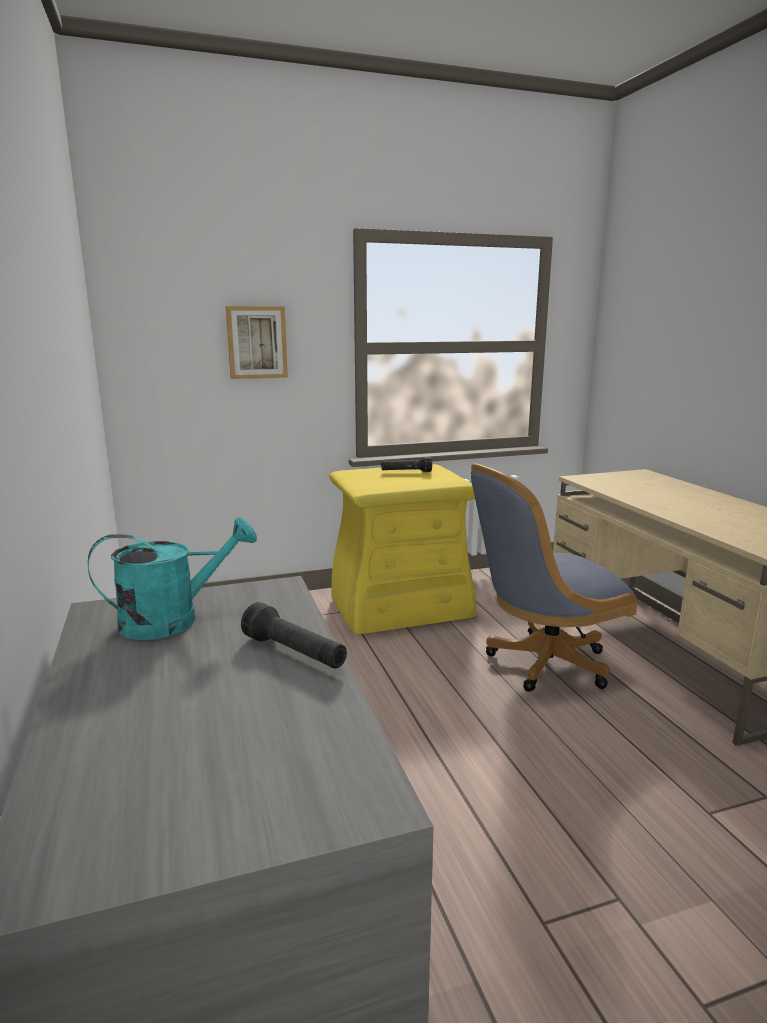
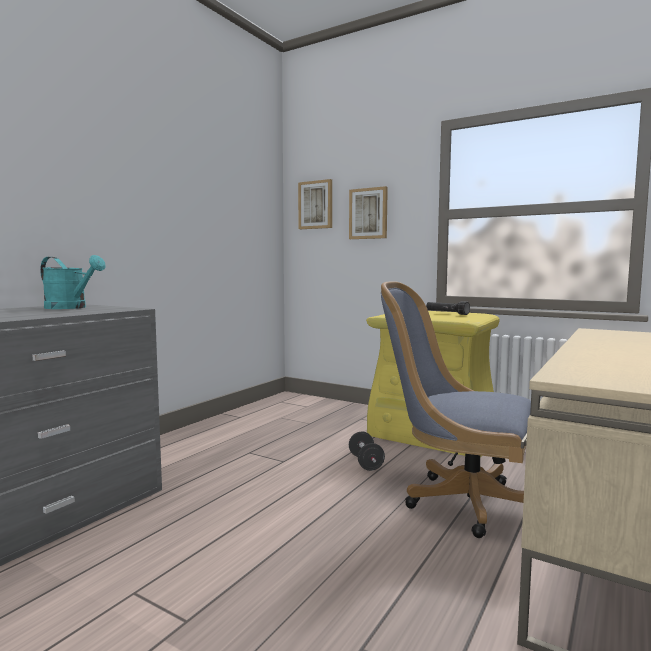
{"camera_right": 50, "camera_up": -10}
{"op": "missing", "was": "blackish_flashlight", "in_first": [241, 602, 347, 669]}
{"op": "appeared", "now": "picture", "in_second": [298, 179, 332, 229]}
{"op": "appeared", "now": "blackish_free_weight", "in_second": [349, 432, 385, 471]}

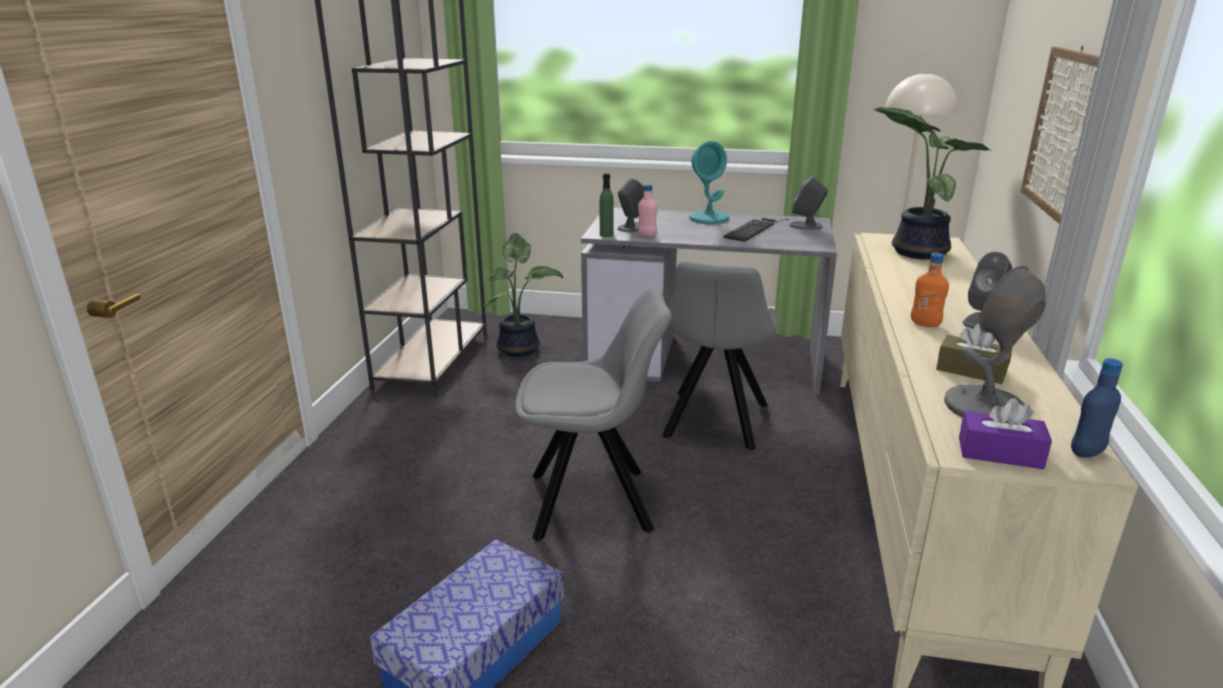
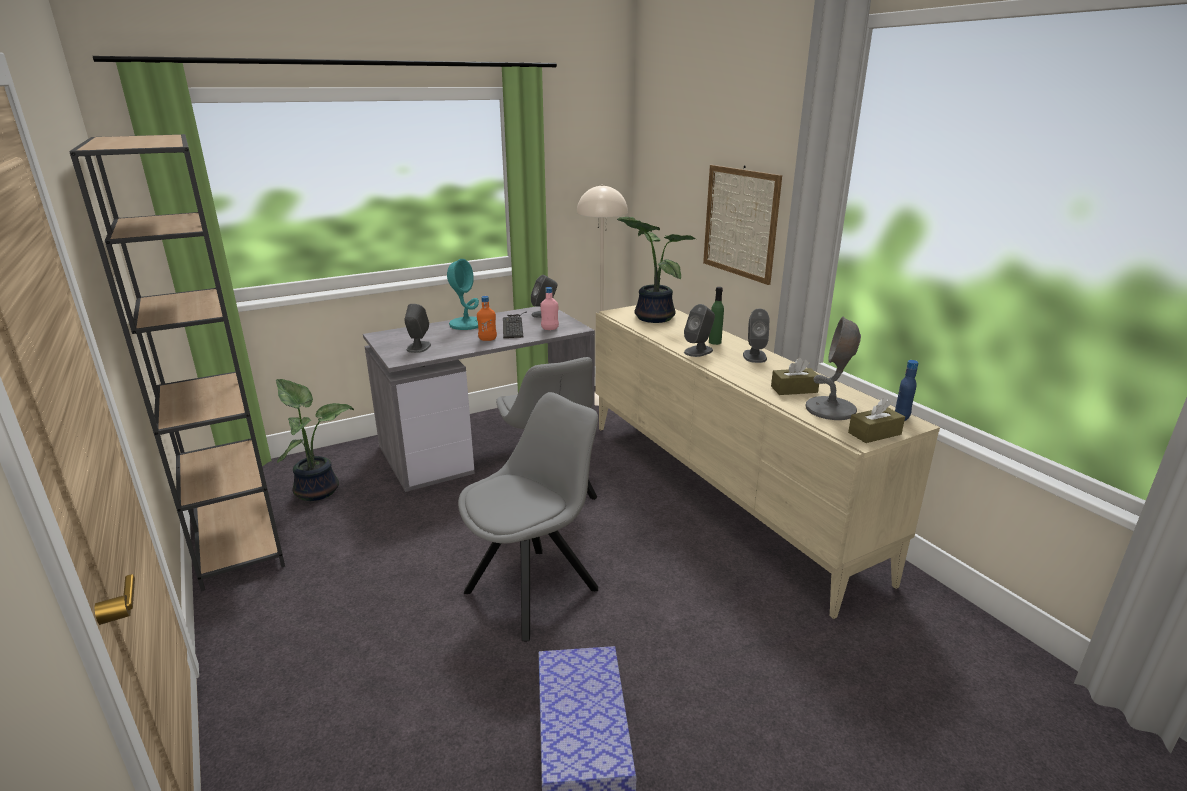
{"camera_right": -40, "camera_up": 0}
{"op": "relocated", "was": "greenish_beverage_bottle", "in_first": [600, 173, 614, 237], "in_second": [709, 287, 724, 345]}
{"op": "relocated", "was": "pink-coloured_beverage_bottle", "in_first": [638, 184, 657, 237], "in_second": [540, 287, 559, 330]}
{"op": "relocated", "was": "orangey_beverage_bottle", "in_first": [911, 253, 949, 327], "in_second": [477, 296, 497, 341]}
{"op": "colour", "was": "purplish_tissue_holder", "now": "brown-coloured_tissue_holder", "in_first": [959, 398, 1052, 469], "in_second": [848, 398, 905, 443]}
{"op": "appeared", "now": "greyish_speaker", "in_second": [684, 304, 715, 357]}

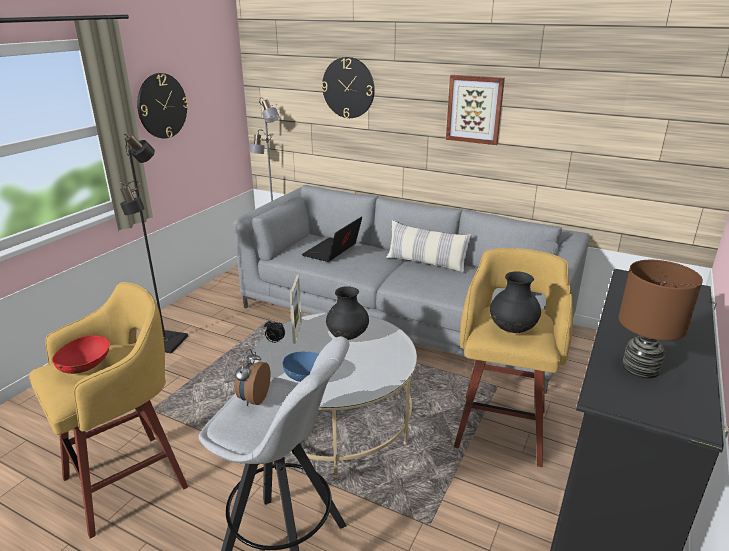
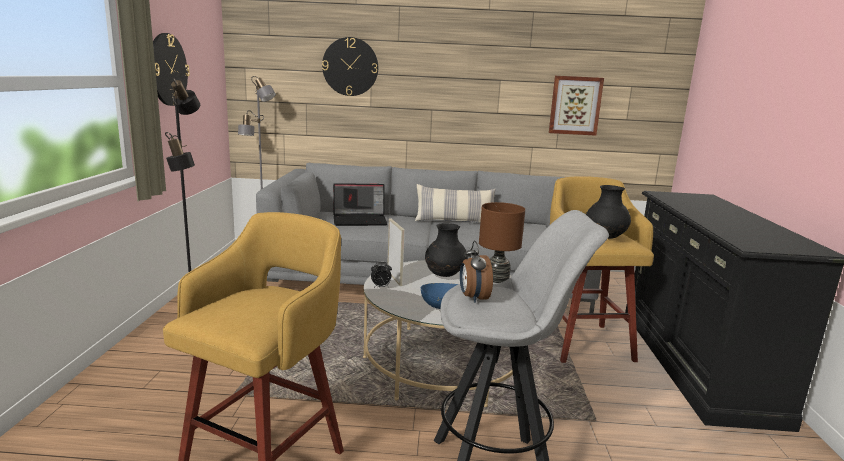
{"camera_right": -25, "camera_up": -10}
{"op": "missing", "was": "red-coloured_bowl", "in_first": [52, 335, 110, 374]}
{"op": "spun", "was": "laptop", "in_first": [302, 216, 362, 262], "in_second": [333, 183, 388, 226], "clockwise": -105}
{"op": "relocated", "was": "picture", "in_first": [446, 75, 505, 145], "in_second": [549, 76, 604, 136]}
{"op": "relocated", "was": "brown-coloured_table_lamp", "in_first": [618, 260, 703, 378], "in_second": [479, 202, 525, 283]}

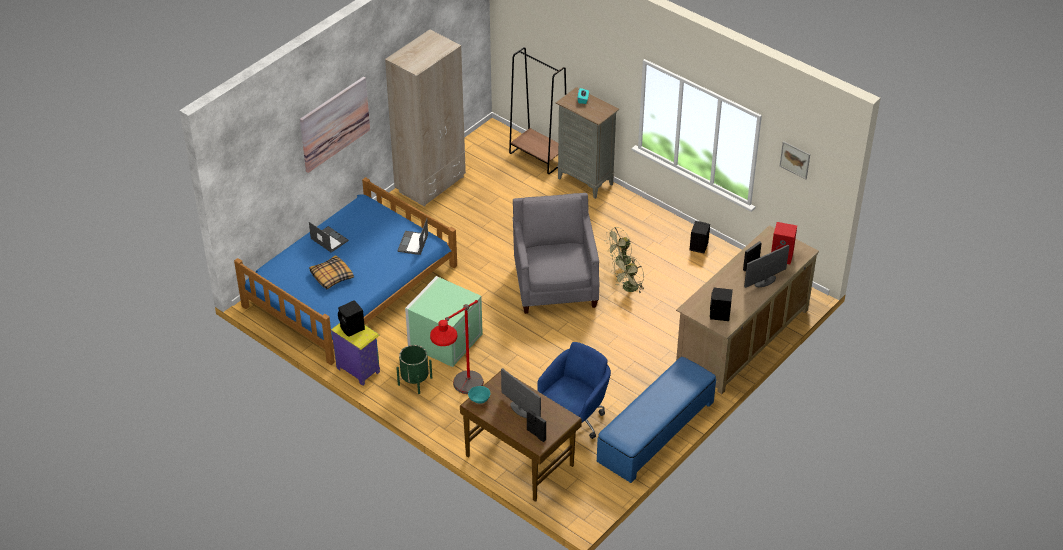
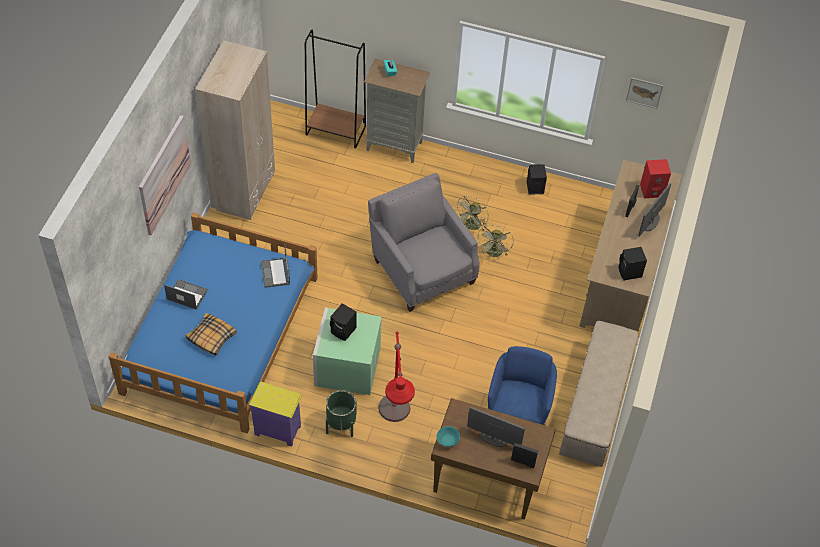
{"camera_right": -25, "camera_up": 10}
{"op": "relocated", "was": "blackish_speaker", "in_first": [338, 300, 365, 337], "in_second": [330, 303, 357, 341]}
{"op": "colour", "was": "blue-coloured_long_seat", "now": "beige_long_seat", "in_first": [597, 357, 716, 483], "in_second": [559, 321, 638, 467]}

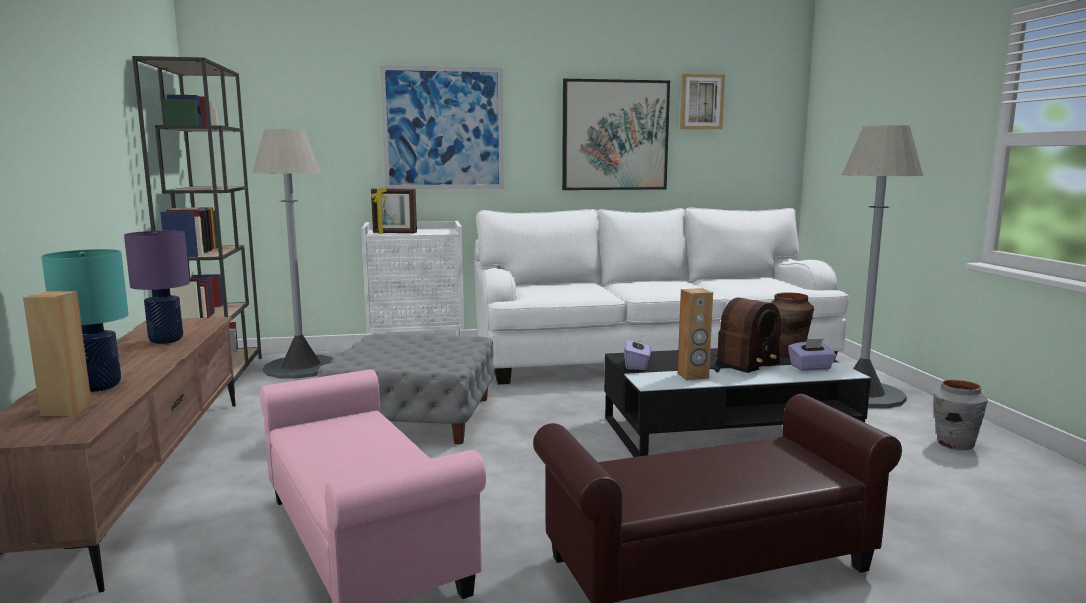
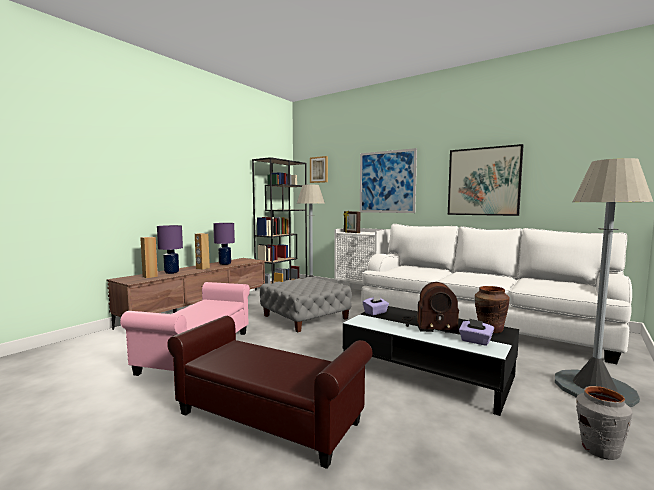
{"camera_right": 45, "camera_up": -5}
{"op": "colour", "was": "turquoise_table_lamp", "now": "purplish_table_lamp", "in_first": [41, 249, 129, 392], "in_second": [157, 225, 183, 274]}
{"op": "relocated", "was": "brown-coloured_speaker", "in_first": [678, 288, 713, 380], "in_second": [195, 233, 210, 270]}
{"op": "relocated", "was": "picture", "in_first": [680, 74, 725, 129], "in_second": [310, 156, 328, 183]}

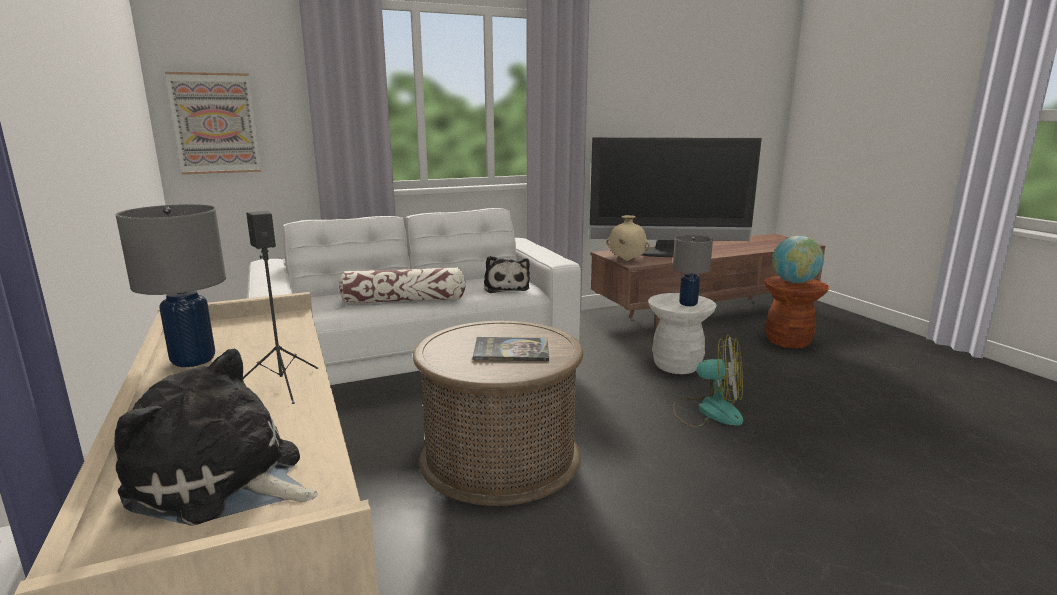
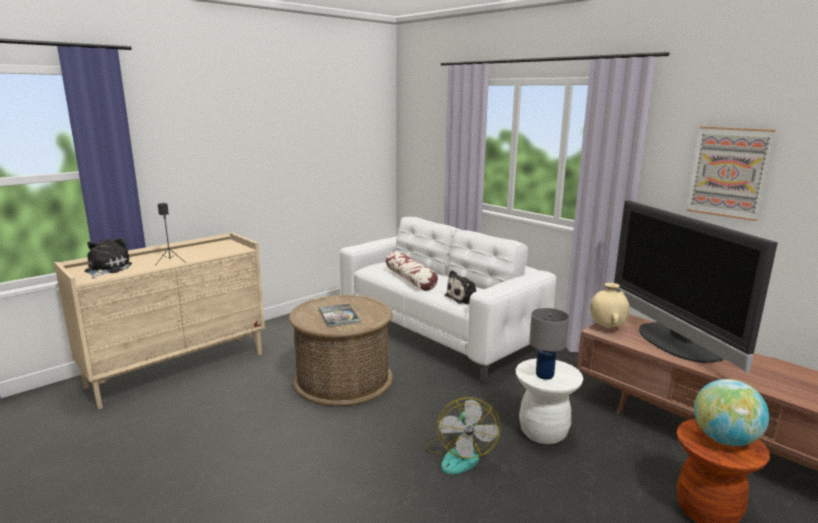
{"camera_right": 70, "camera_up": 0}
{"op": "missing", "was": "greyish_table_lamp", "in_first": [115, 204, 226, 367]}
{"op": "relocated", "was": "picture", "in_first": [165, 72, 261, 174], "in_second": [686, 126, 776, 221]}

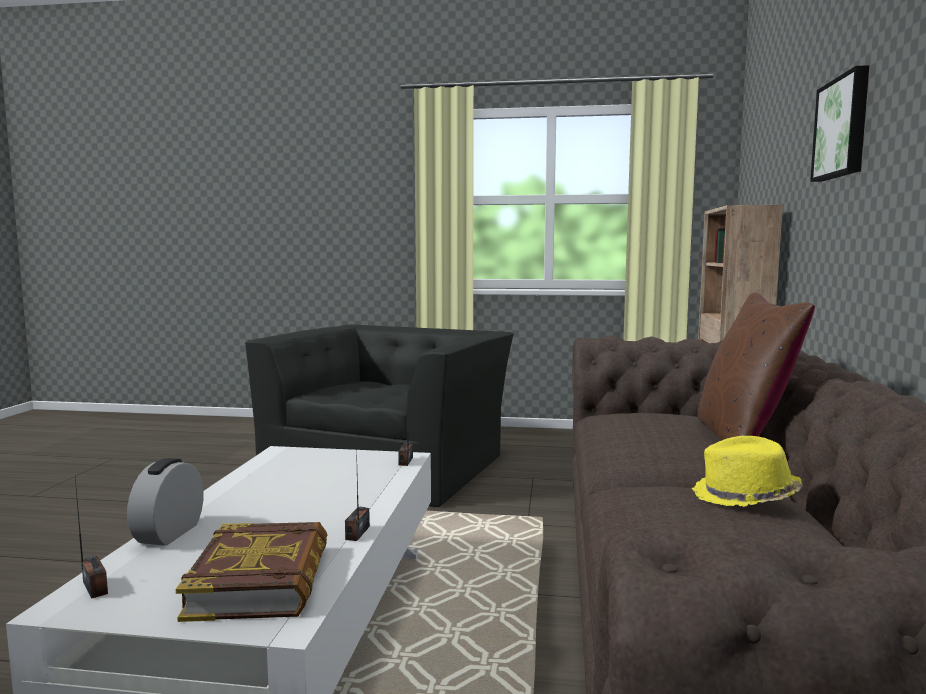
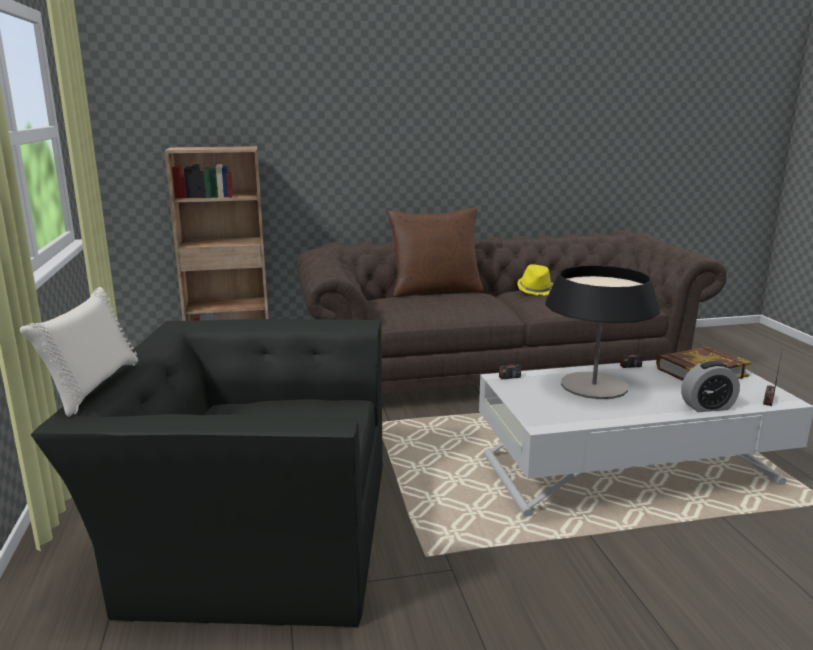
{"camera_right": -110, "camera_up": 10}
{"op": "missing", "was": "picture", "in_first": [810, 65, 869, 182]}
{"op": "appeared", "now": "whitish_throw_pillow", "in_second": [20, 287, 138, 417]}
{"op": "appeared", "now": "table_lamp", "in_second": [545, 265, 660, 399]}

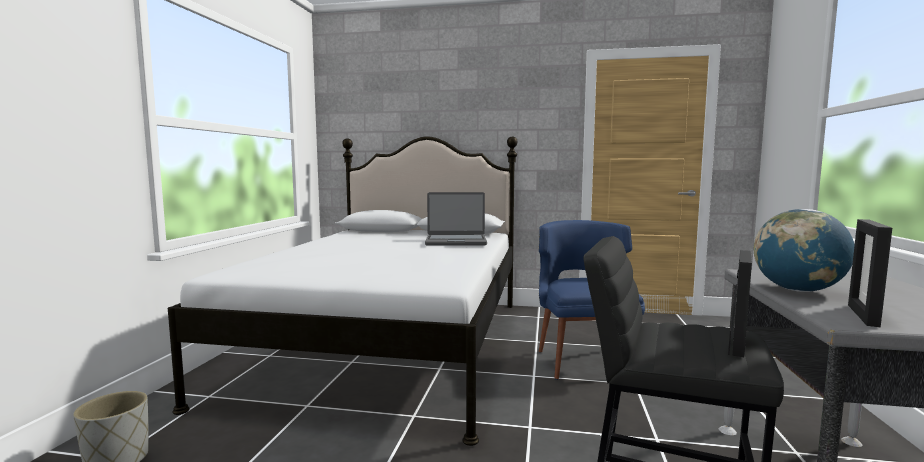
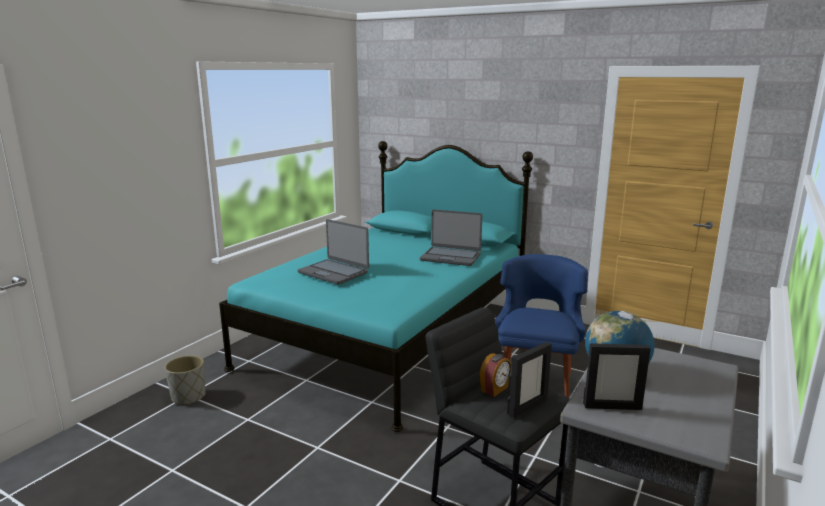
{"camera_right": 20, "camera_up": 10}
{"op": "colour", "was": "whitish_bedroom_bed", "now": "turquoise_bedroom_bed", "in_first": [168, 136, 518, 446], "in_second": [219, 141, 533, 432]}
{"op": "spun", "was": "picture_frame", "in_first": [848, 219, 892, 327], "in_second": [583, 343, 651, 410], "clockwise": -135}
{"op": "appeared", "now": "laptop", "in_second": [298, 219, 369, 285]}
{"op": "appeared", "now": "alarm_clock", "in_second": [480, 353, 511, 397]}

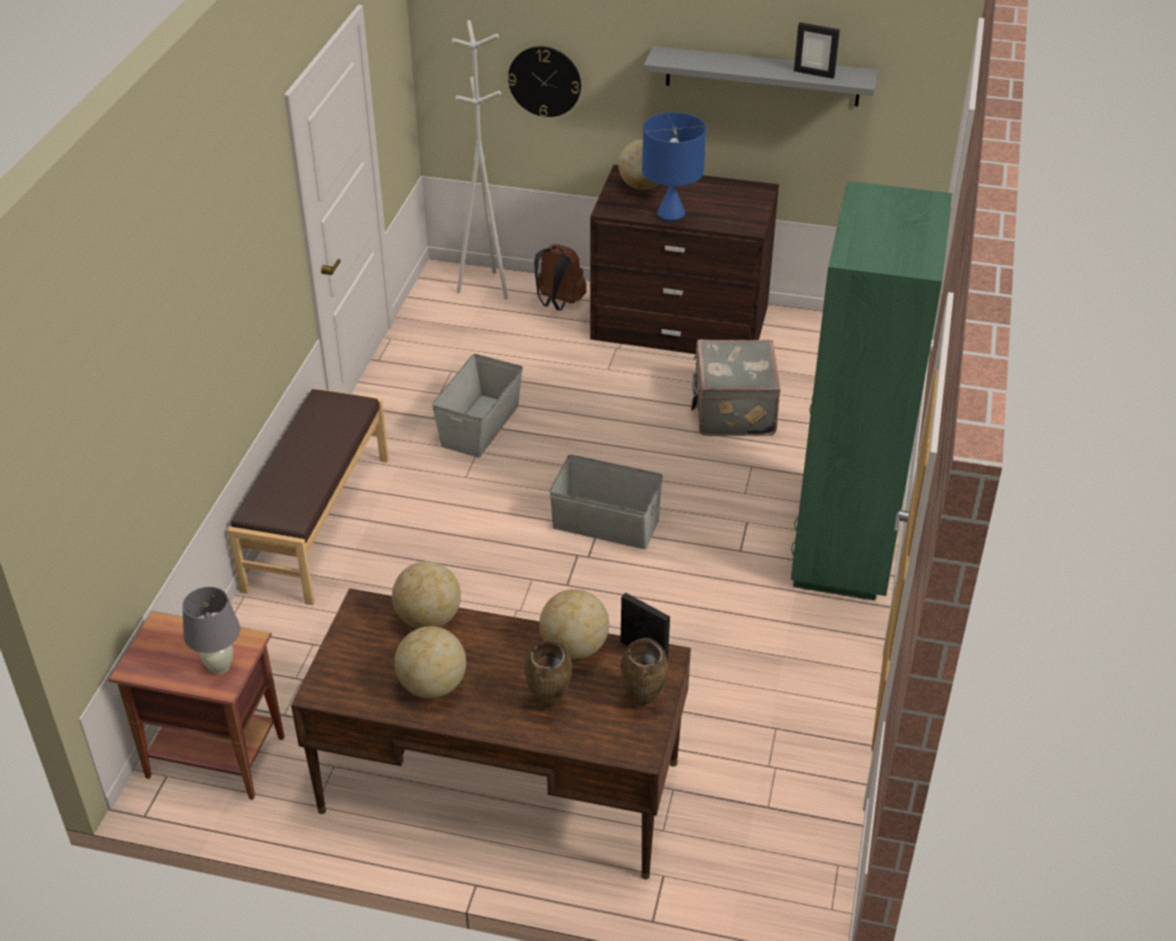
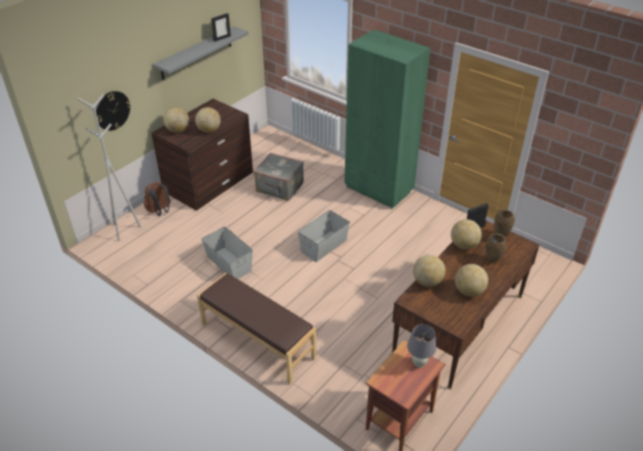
{"camera_right": -65, "camera_up": 0}
{"op": "exchanged", "was": "blue-coloured_table_lamp", "now": "world_globe", "in_first": [642, 112, 706, 222], "in_second": [195, 107, 221, 133]}

